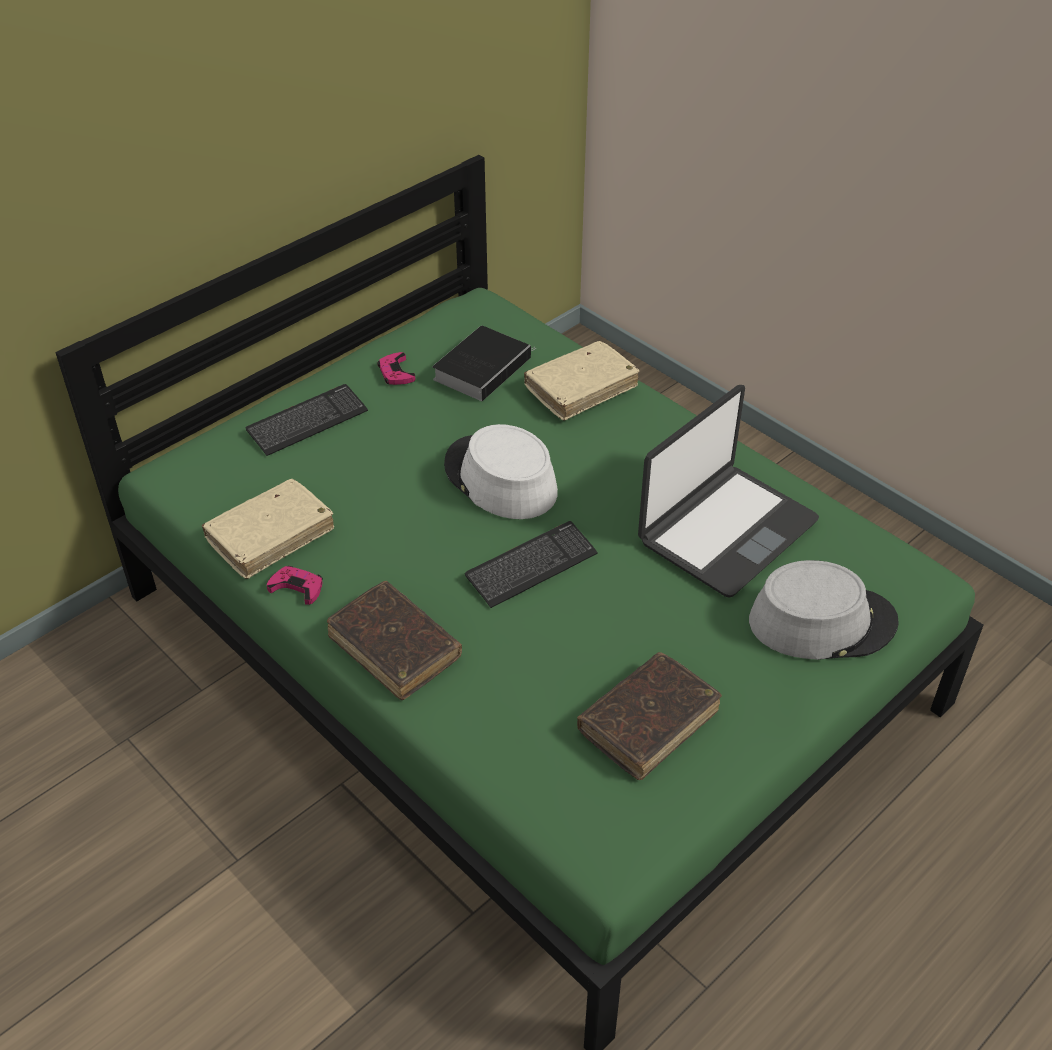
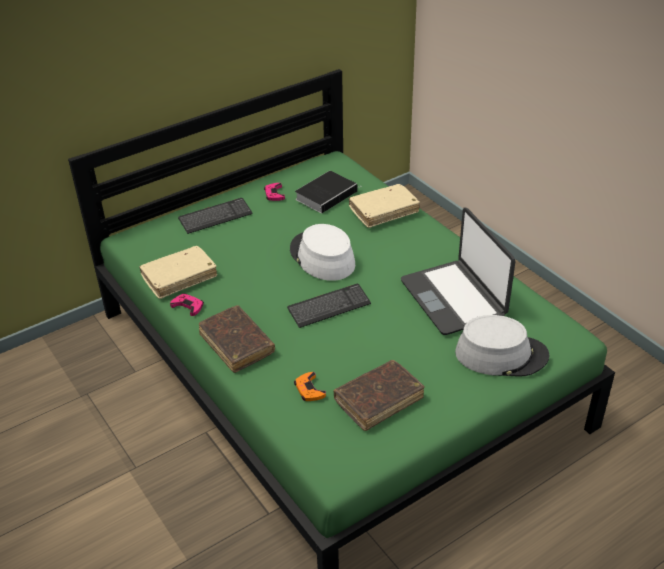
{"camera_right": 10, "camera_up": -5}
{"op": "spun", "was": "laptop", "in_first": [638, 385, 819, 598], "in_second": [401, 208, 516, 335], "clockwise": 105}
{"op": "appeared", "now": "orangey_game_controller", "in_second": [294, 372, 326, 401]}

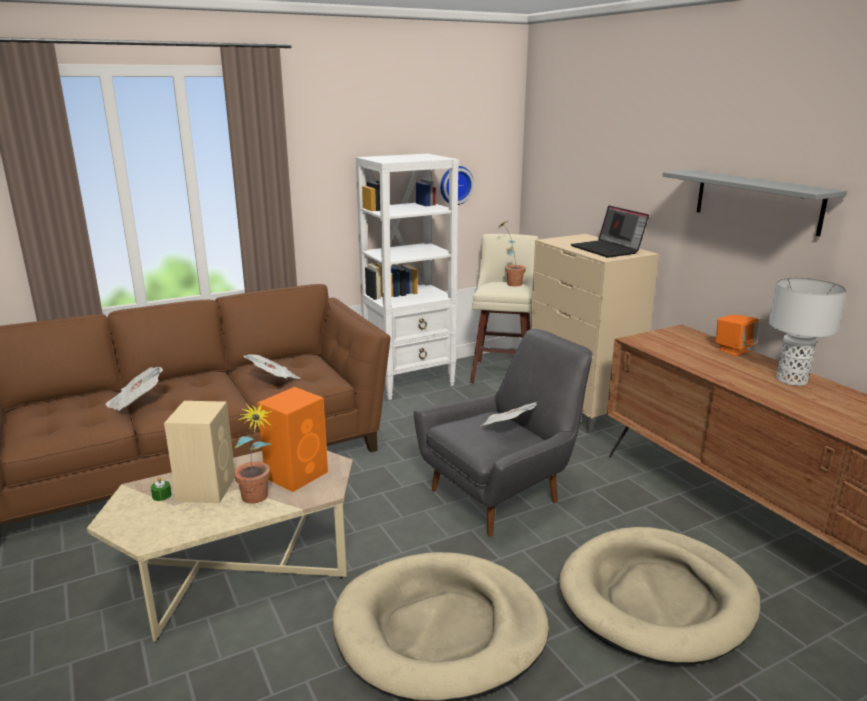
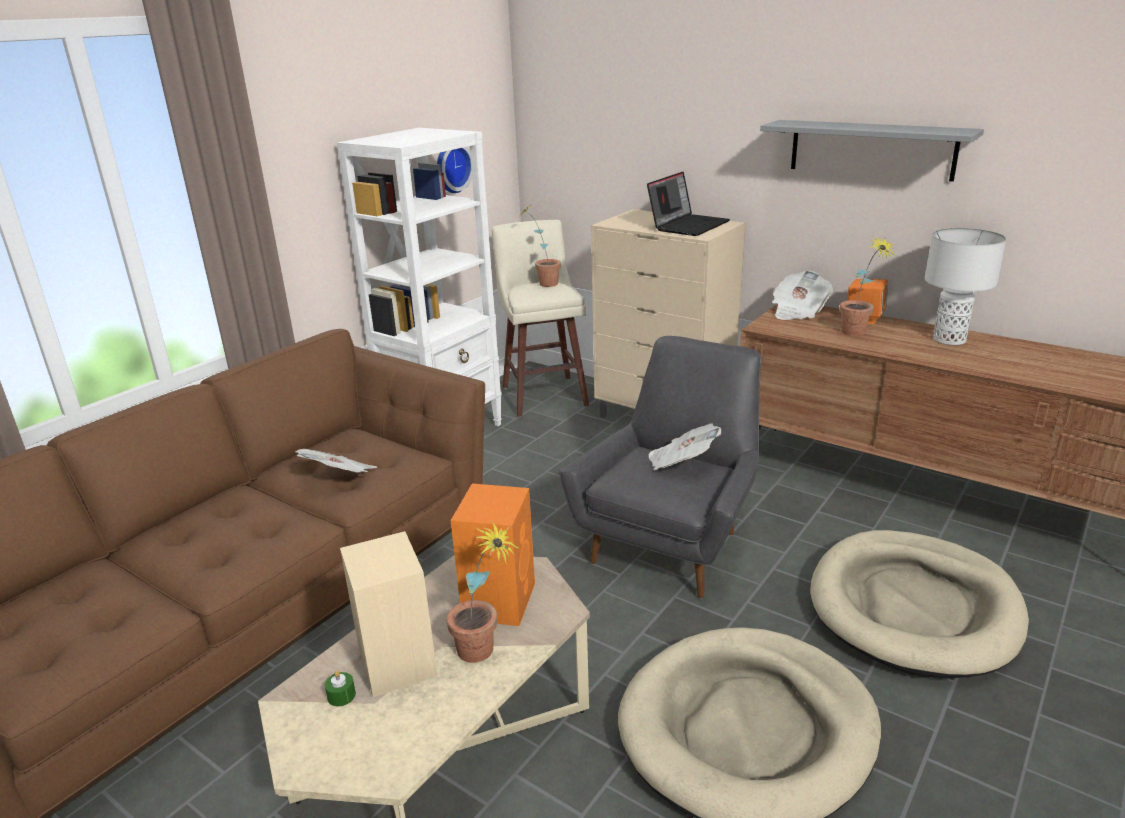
{"camera_right": -25, "camera_up": 5}
{"op": "relocated", "was": "printed_paper", "in_first": [106, 367, 163, 411], "in_second": [772, 270, 833, 320]}
{"op": "spun", "was": "laptop", "in_first": [571, 206, 649, 257], "in_second": [647, 172, 730, 236], "clockwise": -90}
{"op": "appeared", "now": "plant_in_a_pot", "in_second": [840, 235, 895, 336]}

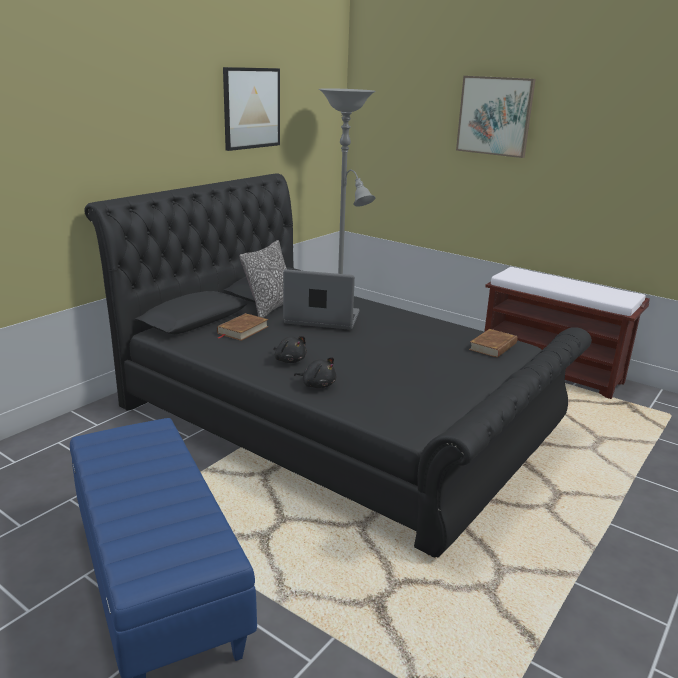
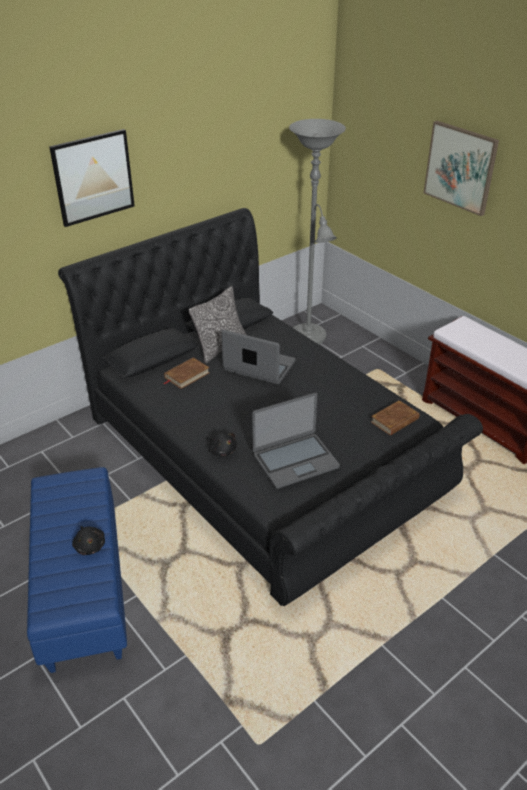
{"camera_right": 15, "camera_up": 15}
{"op": "relocated", "was": "picture", "in_first": [223, 67, 280, 151], "in_second": [49, 129, 135, 227]}
{"op": "relocated", "was": "blackish_plush_toy", "in_first": [273, 336, 307, 363], "in_second": [72, 526, 105, 555]}
{"op": "appeared", "now": "laptop", "in_second": [252, 393, 340, 489]}

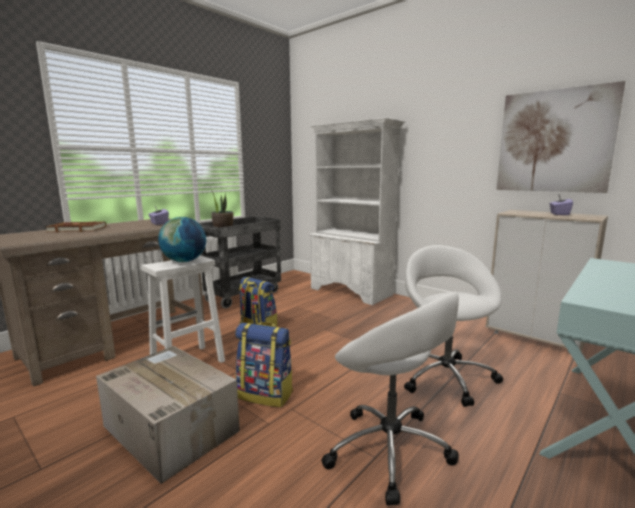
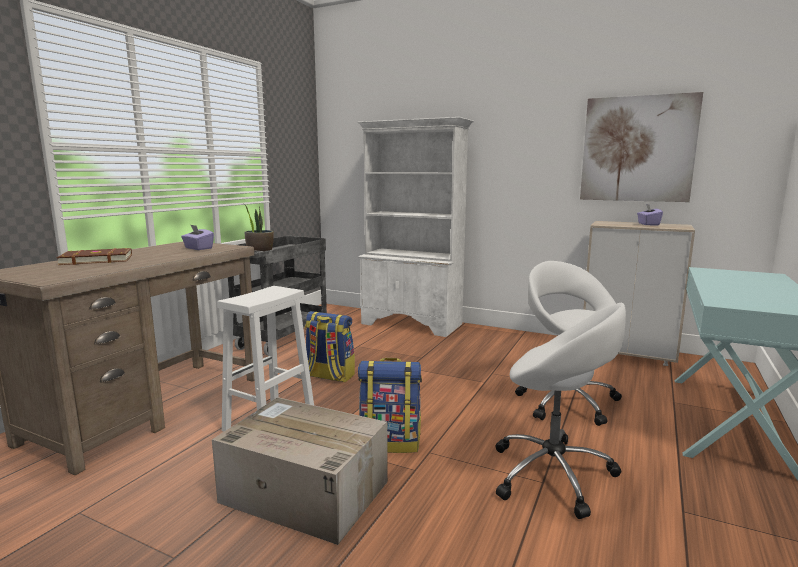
{"camera_right": -15, "camera_up": 0}
{"op": "missing", "was": "world_globe", "in_first": [158, 217, 206, 262]}

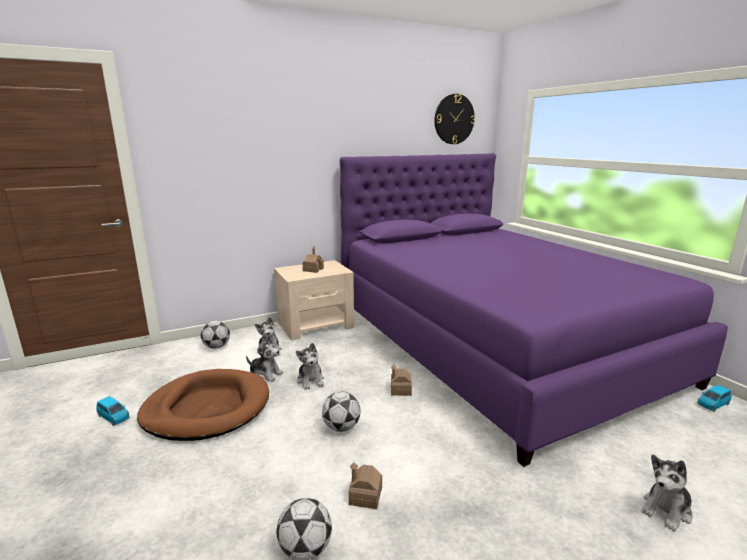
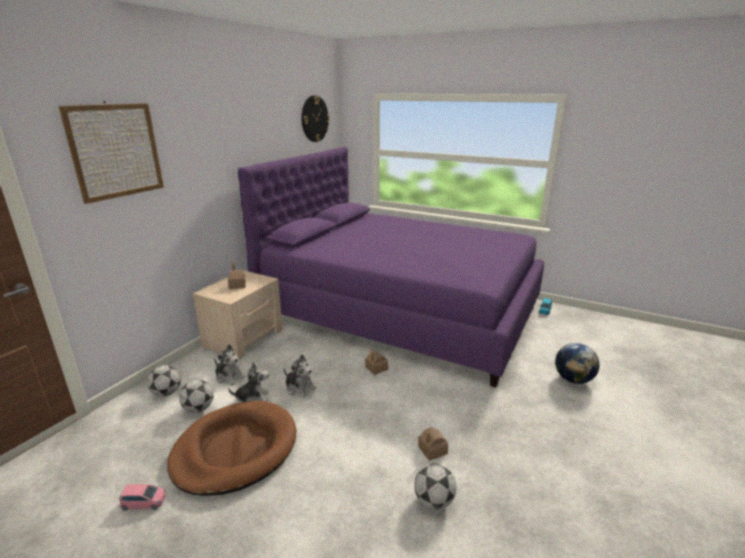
{"camera_right": -35, "camera_up": 5}
{"op": "colour", "was": "blue-coloured_miniature_car", "now": "pink-coloured_miniature_car", "in_first": [97, 396, 130, 426], "in_second": [119, 484, 166, 511]}
{"op": "relocated", "was": "football", "in_first": [322, 391, 361, 432], "in_second": [179, 380, 214, 413]}
{"op": "exchanged", "was": "plush_toy", "now": "world_globe", "in_first": [641, 454, 693, 531], "in_second": [555, 343, 600, 384]}
{"op": "appeared", "now": "picture", "in_second": [58, 101, 164, 204]}

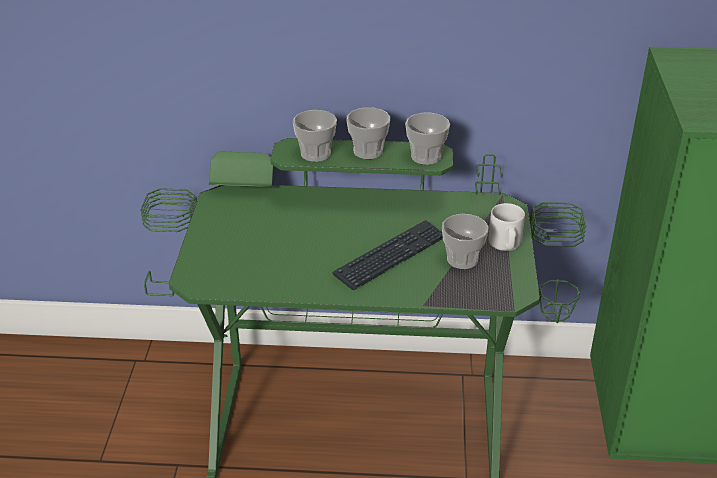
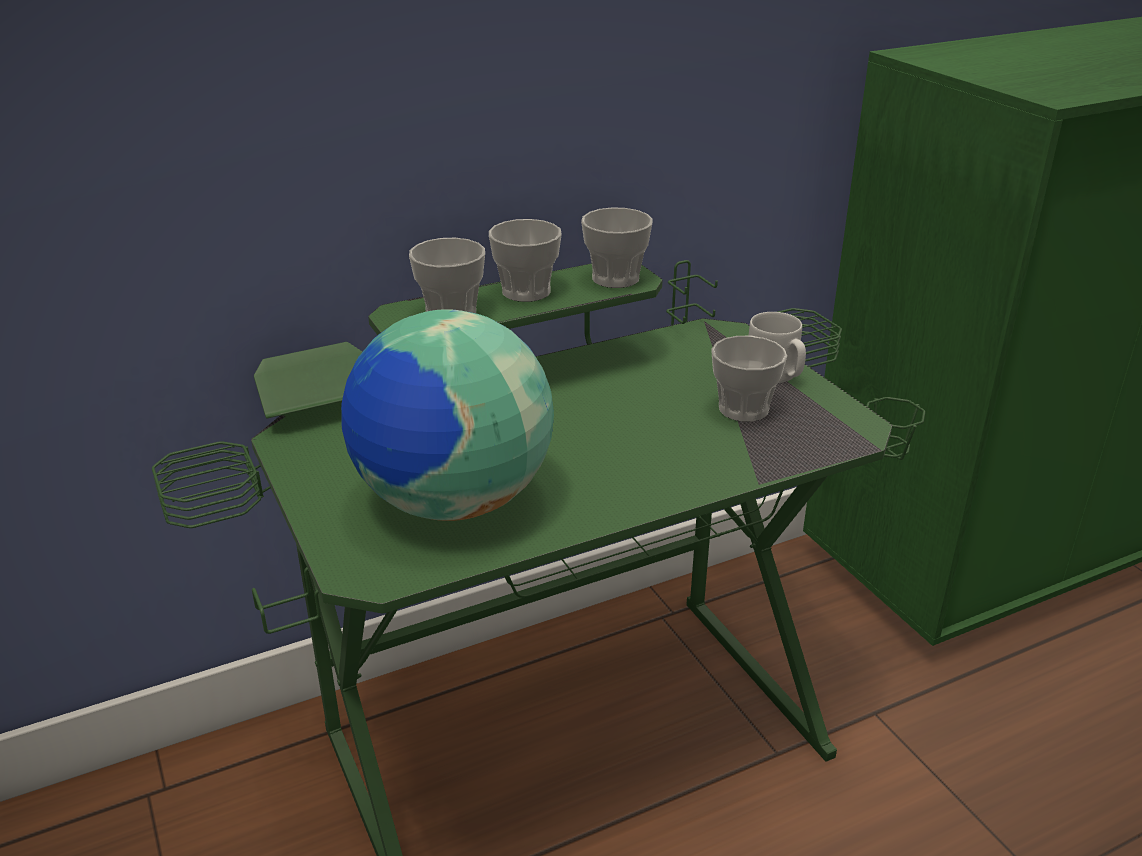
{"camera_right": -30, "camera_up": -5}
{"op": "missing", "was": "PC_keyboard", "in_first": [333, 220, 443, 290]}
{"op": "appeared", "now": "world_globe", "in_second": [341, 309, 554, 521]}

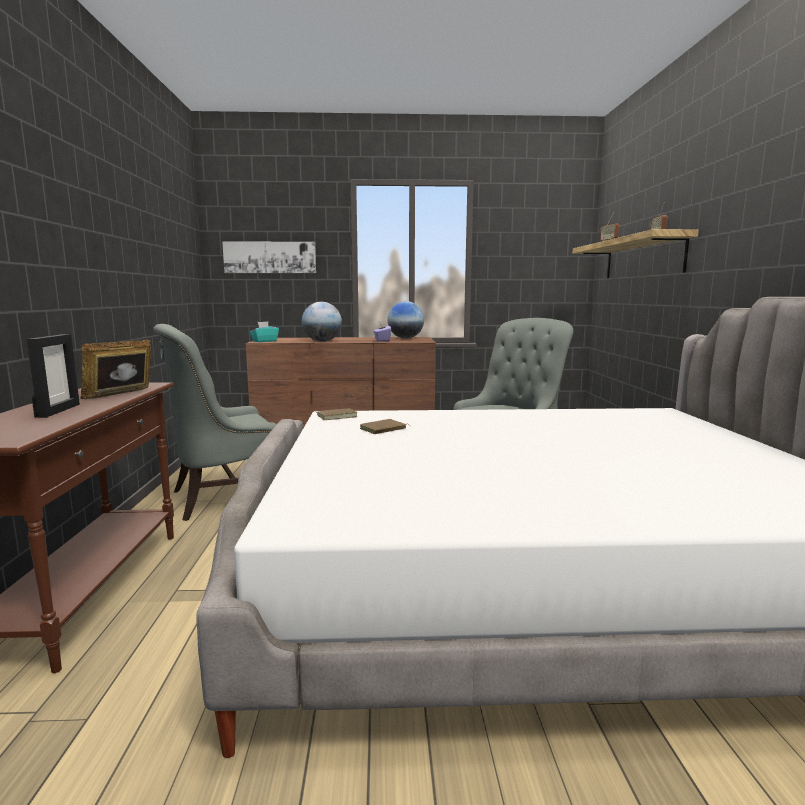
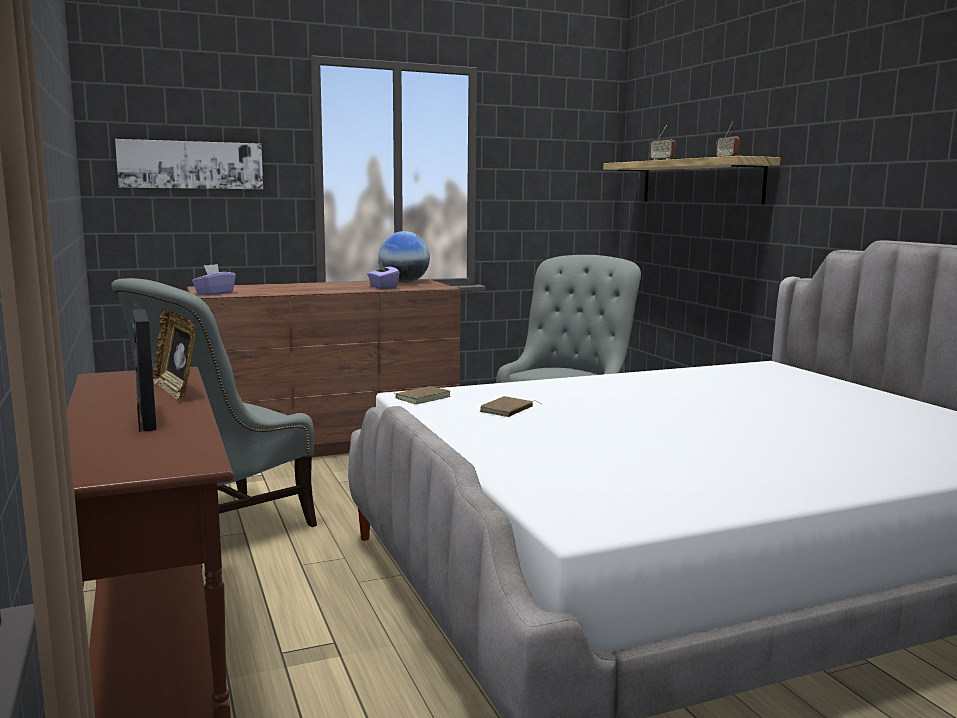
{"camera_right": -20, "camera_up": 0}
{"op": "spun", "was": "picture_frame", "in_first": [80, 340, 151, 399], "in_second": [152, 309, 197, 401], "clockwise": -45}
{"op": "colour", "was": "turquoise_tissue_holder", "now": "purplish_tissue_holder", "in_first": [250, 322, 279, 342], "in_second": [192, 264, 236, 296]}
{"op": "missing", "was": "world_globe", "in_first": [302, 302, 342, 342]}

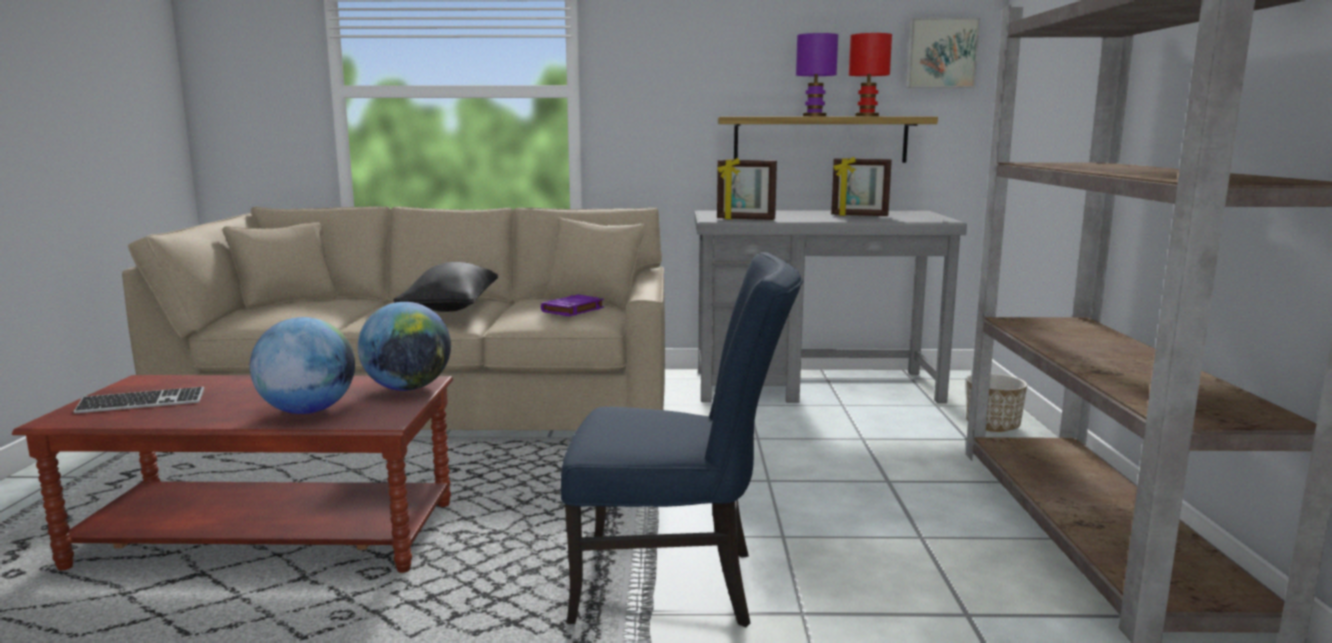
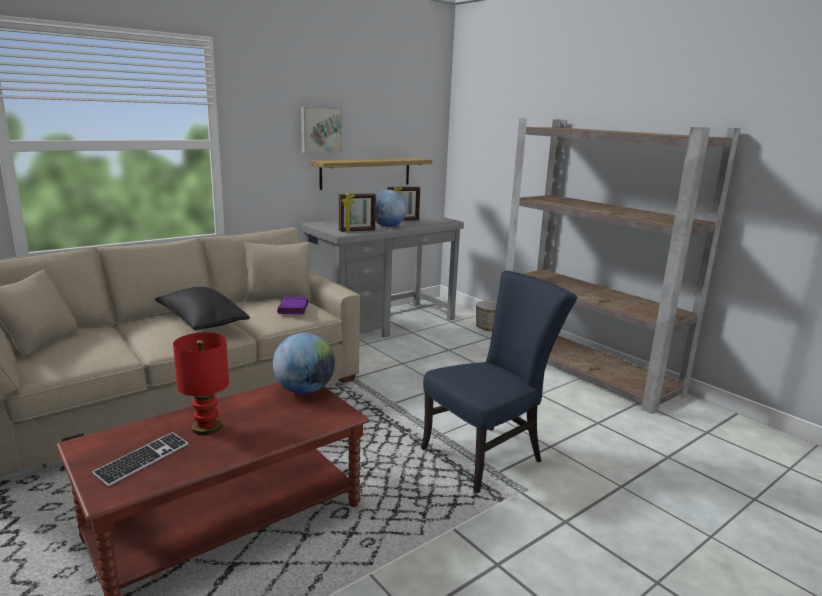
{"camera_right": -40, "camera_up": 5}
{"op": "relocated", "was": "world_globe", "in_first": [250, 317, 355, 414], "in_second": [375, 190, 407, 227]}
{"op": "missing", "was": "purplish_table_lamp", "in_first": [796, 33, 838, 117]}
{"op": "relocated", "was": "red-coloured_table_lamp", "in_first": [848, 33, 892, 117], "in_second": [173, 332, 229, 435]}
{"op": "relocated", "was": "picture", "in_first": [906, 18, 980, 88], "in_second": [301, 107, 342, 153]}

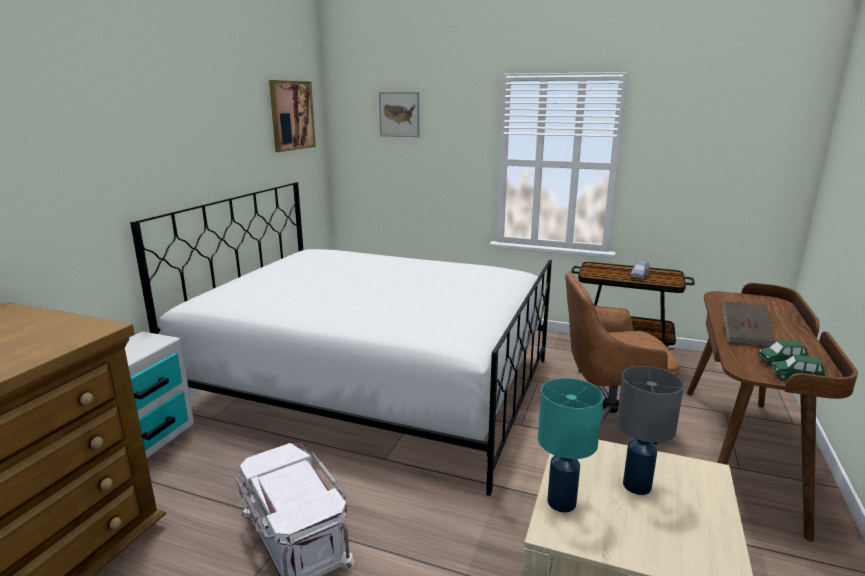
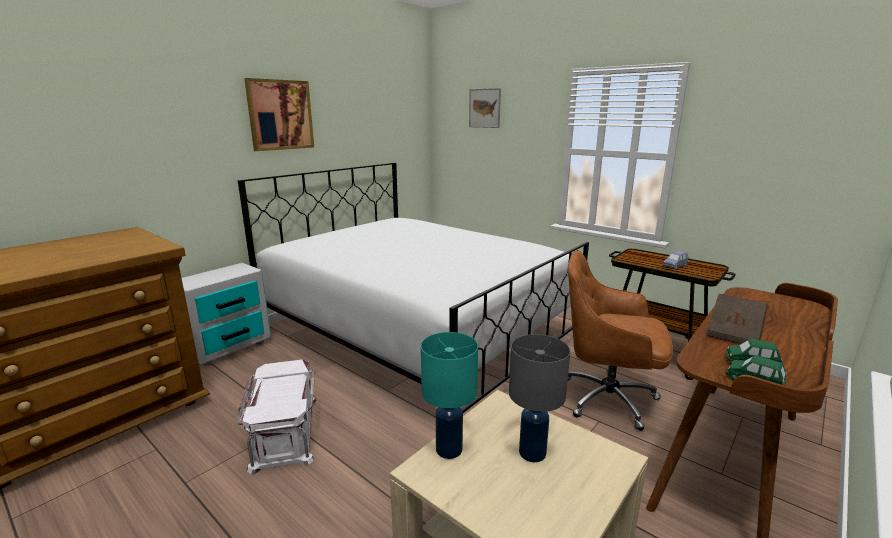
{"camera_right": 20, "camera_up": 0}
{"op": "relocated", "was": "picture", "in_first": [269, 80, 316, 152], "in_second": [244, 78, 314, 151]}

